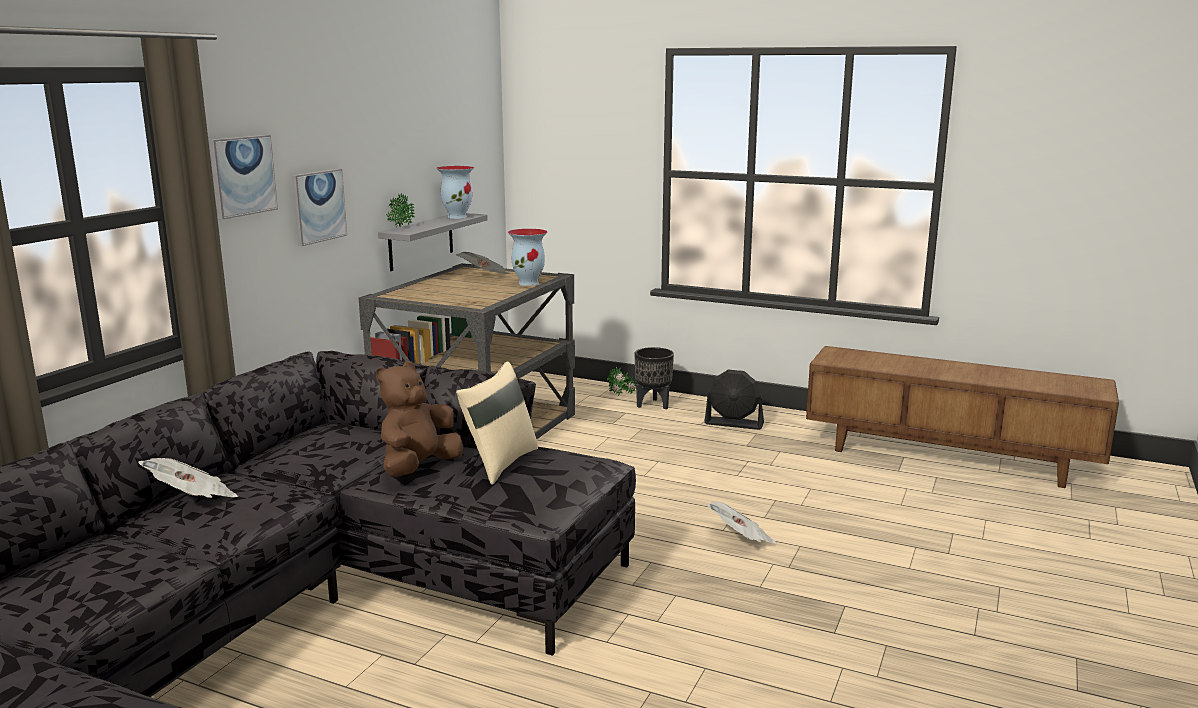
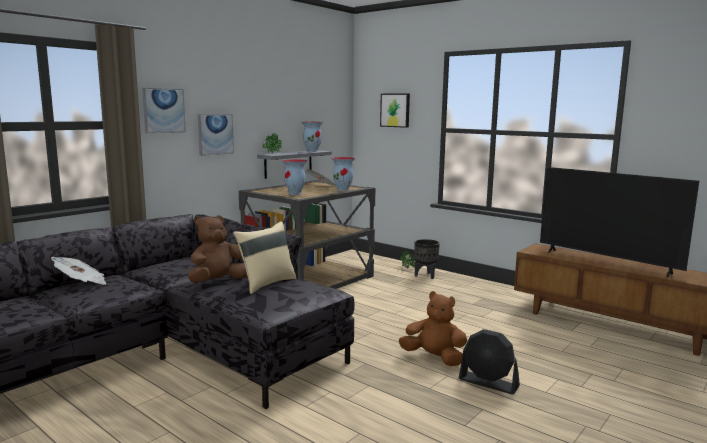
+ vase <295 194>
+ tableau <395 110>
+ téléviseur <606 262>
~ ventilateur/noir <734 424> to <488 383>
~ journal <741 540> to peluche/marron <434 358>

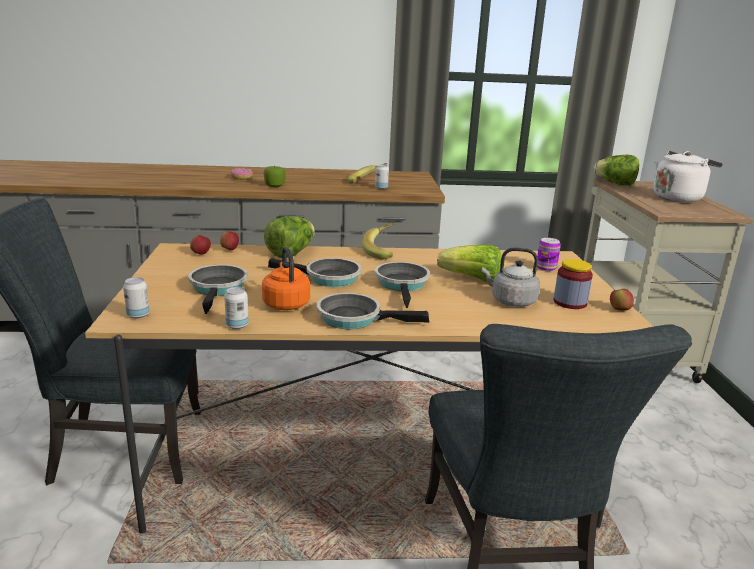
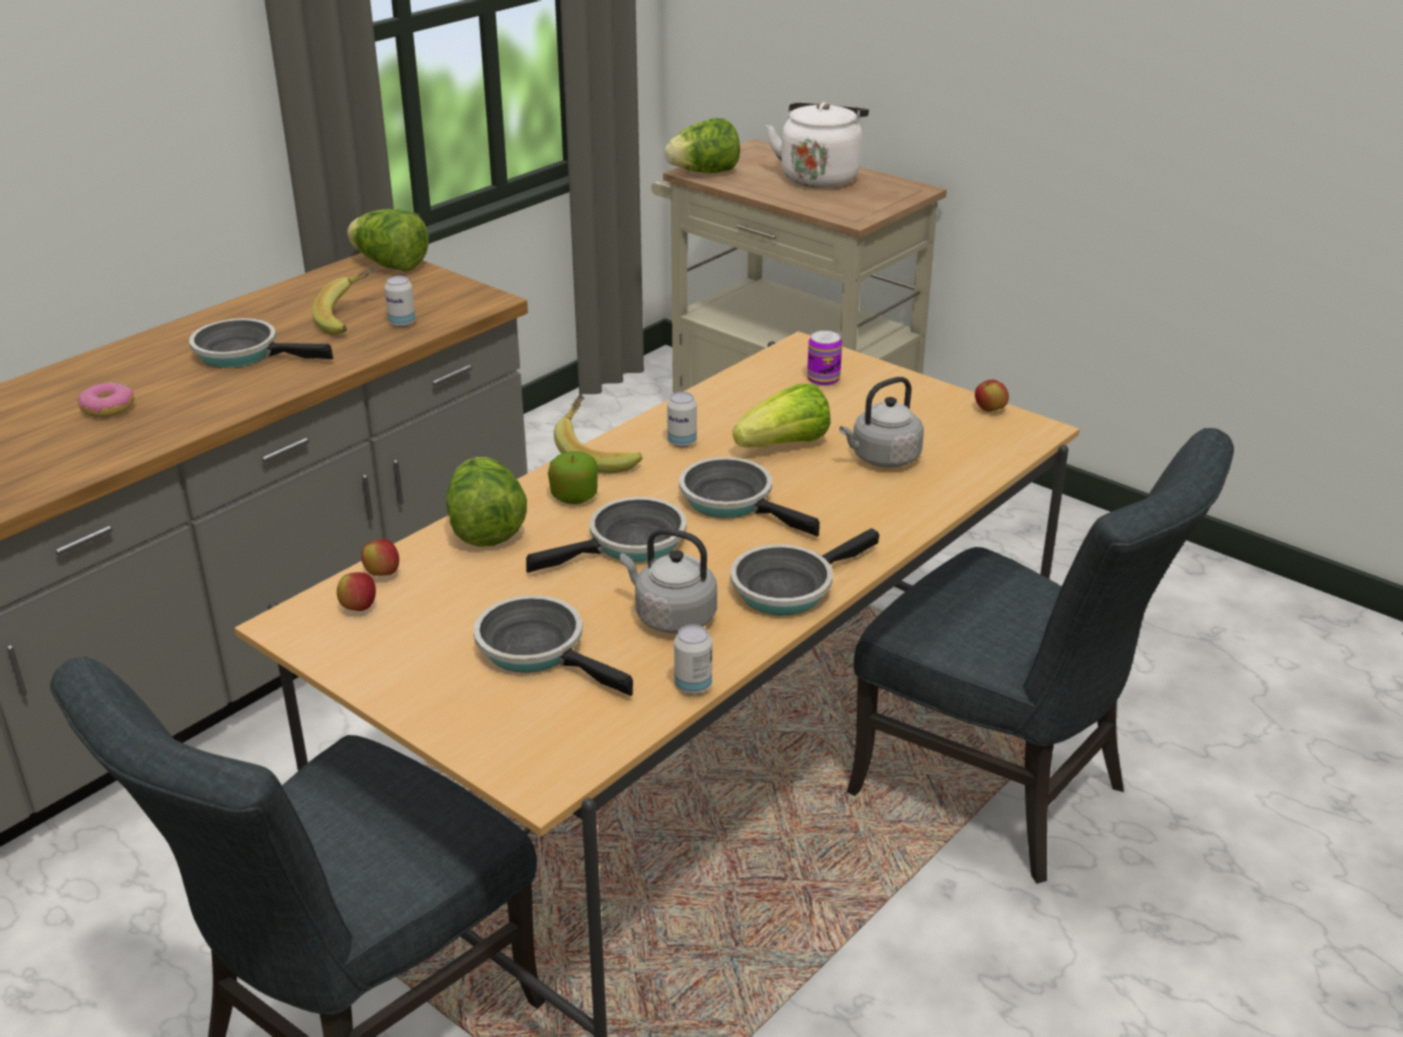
- bocal <570 302>
+ poêle <244 353>
+ laitue <390 265>
~ boîte métallique <138 315> to <682 442>
~ pomme <274 185> to <574 496>
~ bouilloire/orange <285 303> to bouilloire/gris <671 617>

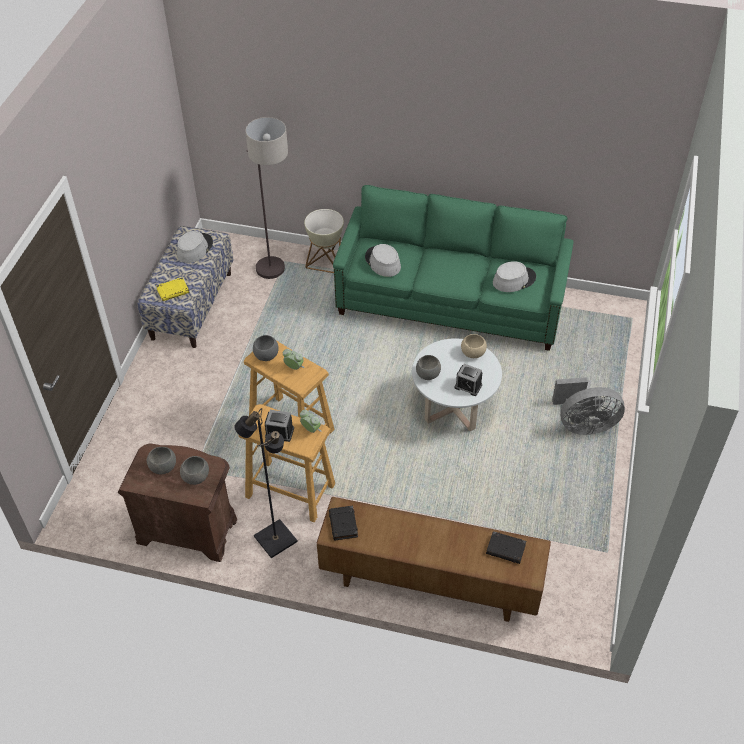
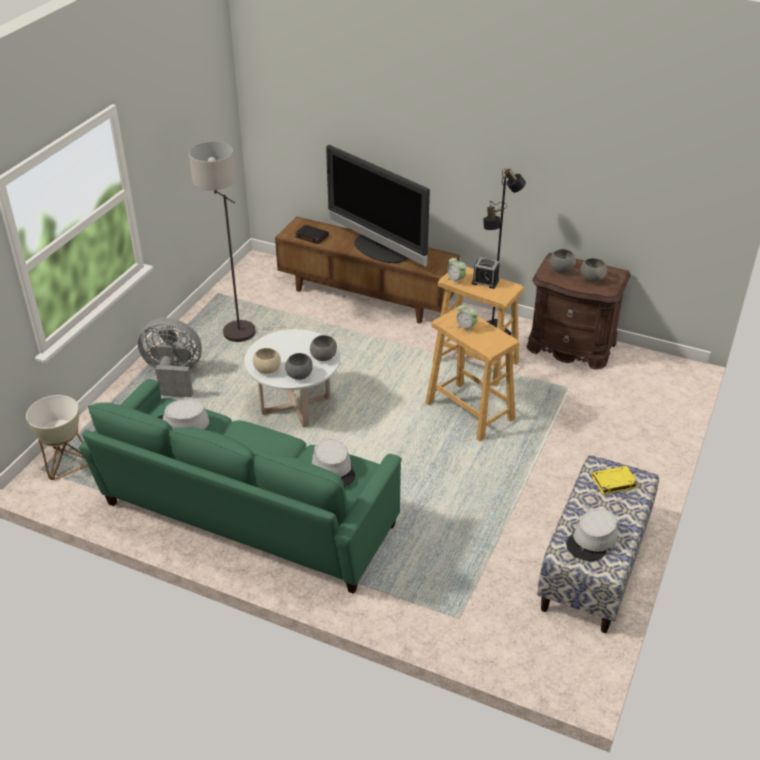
- livre/noir <343 525>
- réveil <468 386>
+ téléviseur <378 250>
~ lampadaire/gris <277 272> to <233 328>
~ bol/gris <266 356> to <300 375>
~ cache-pot <326 263> to <66 464>

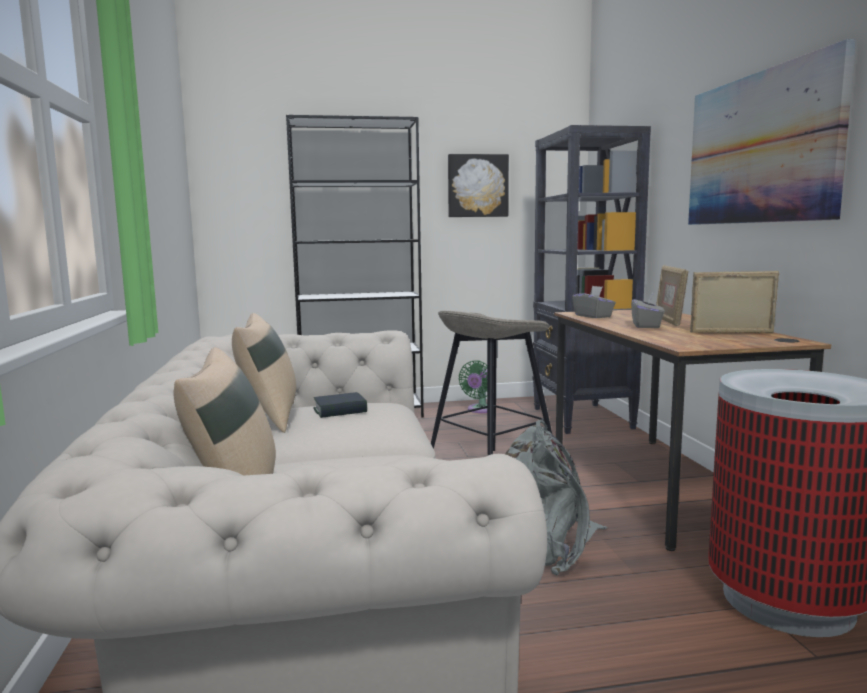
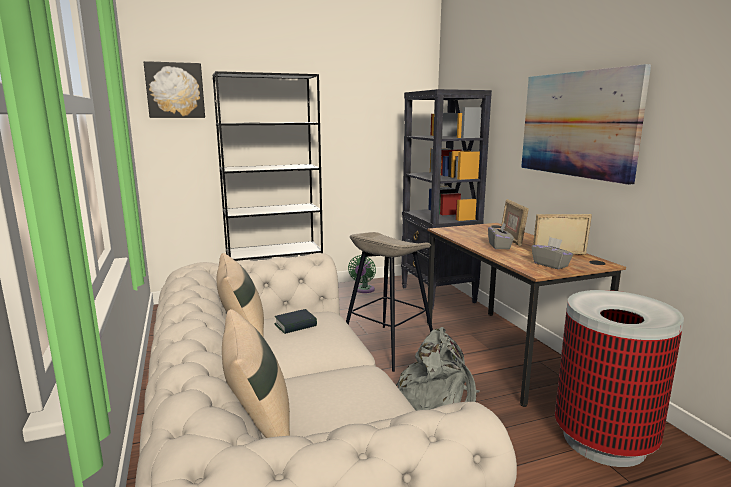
~ tableau <477 186> to <175 90>
~ boîte à mouchoirs/gris <593 316> to <551 265>

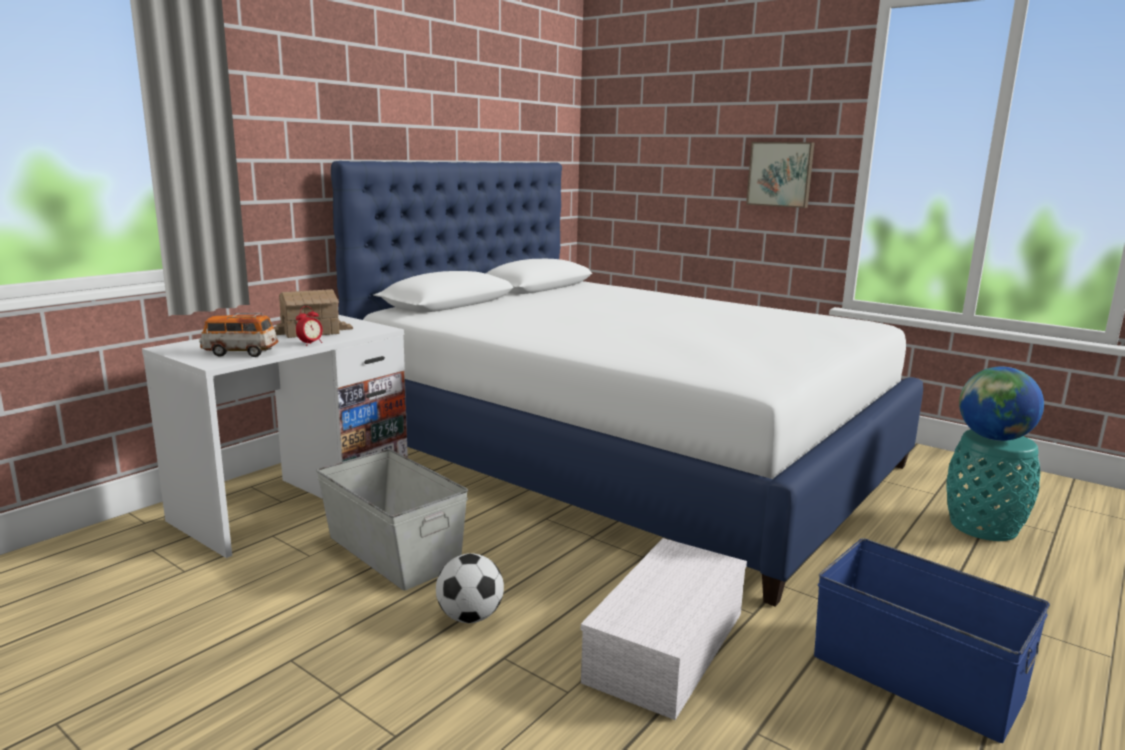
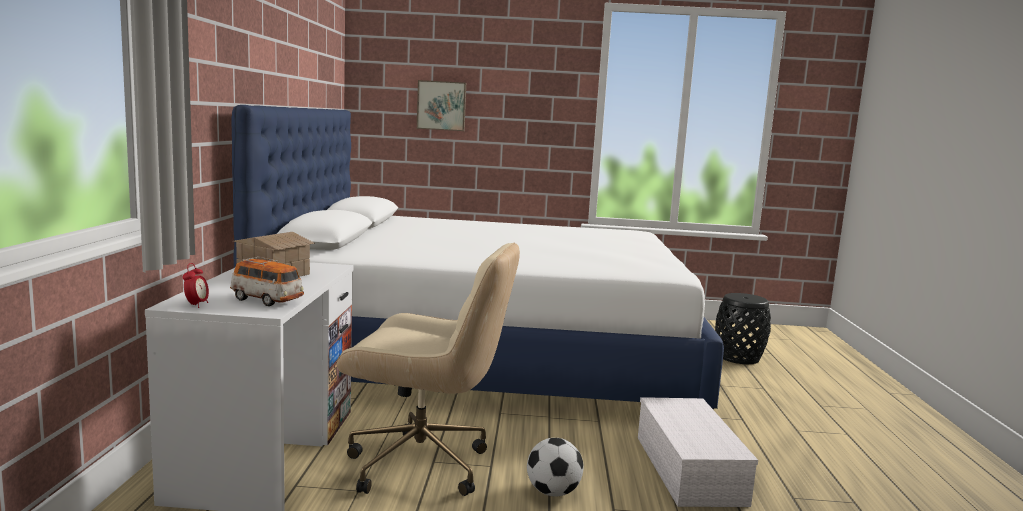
- boîte de rangement/bleu <916 677>
- globe <994 438>
~ réveil <310 344> to <196 305>
~ tableau <780 174> to <441 105>
~ boîte de rangement/gris <392 551> to chaise de bureau/beige <424 467>
~ tabouret/turquoise <983 527> to tabouret/noir <739 357>
~ petite voiture <240 353> = <267 300> 120 degrees counterclockwise

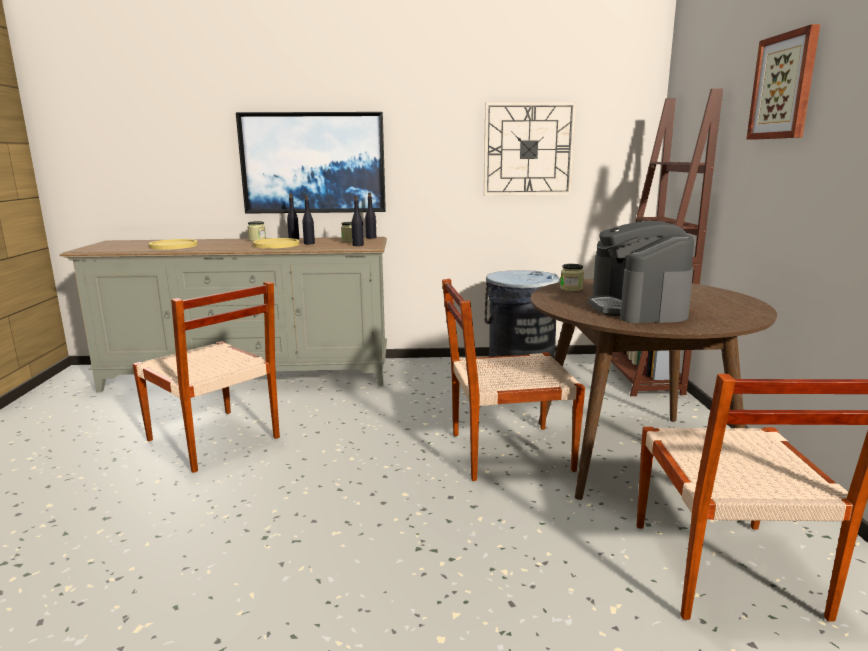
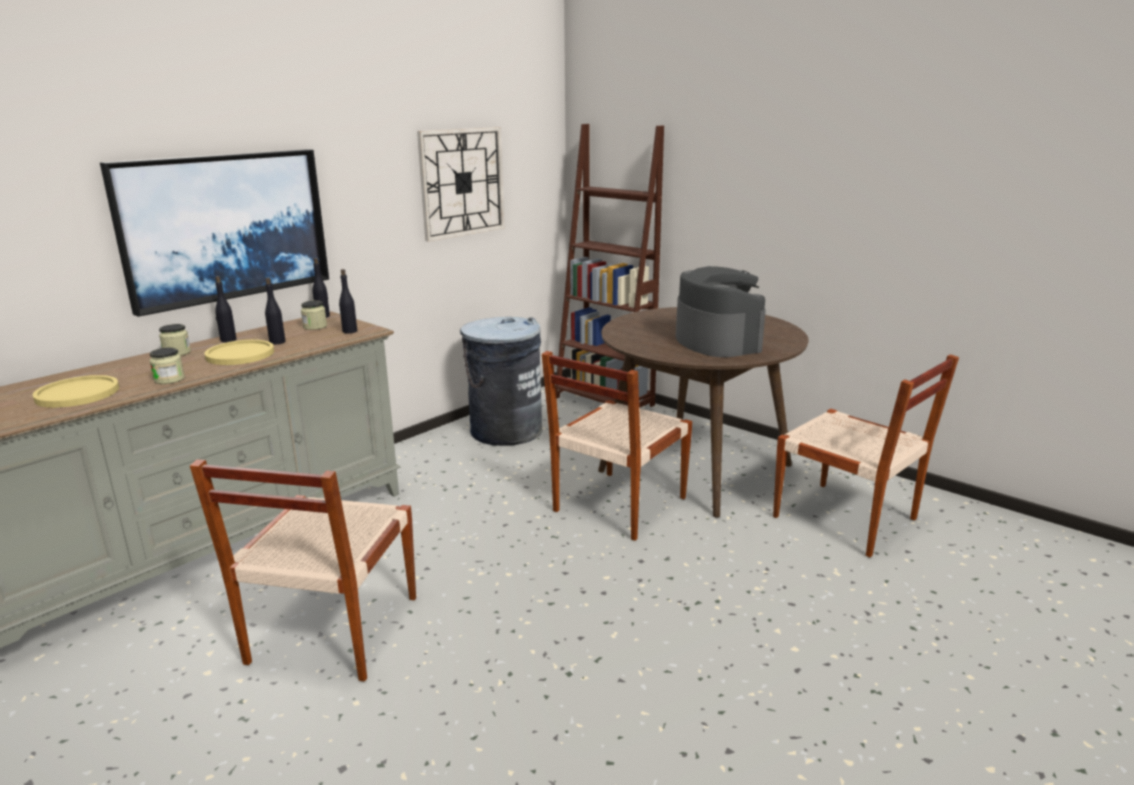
- tableau <784 87>
~ bocal <571 289> to <169 379>
~ chaise <215 441> = <332 633> 105 degrees clockwise
~ machine à café <637 308> = <717 342> 150 degrees counterclockwise

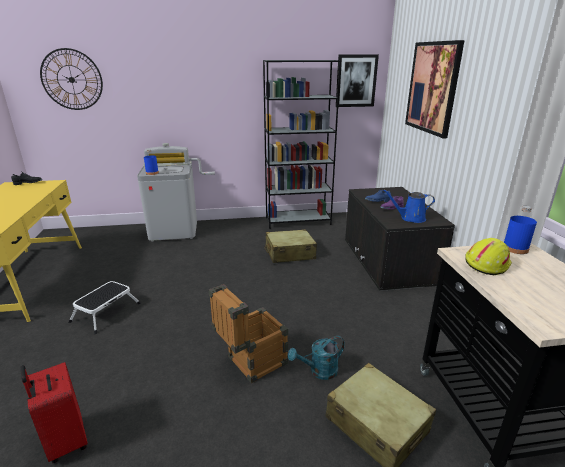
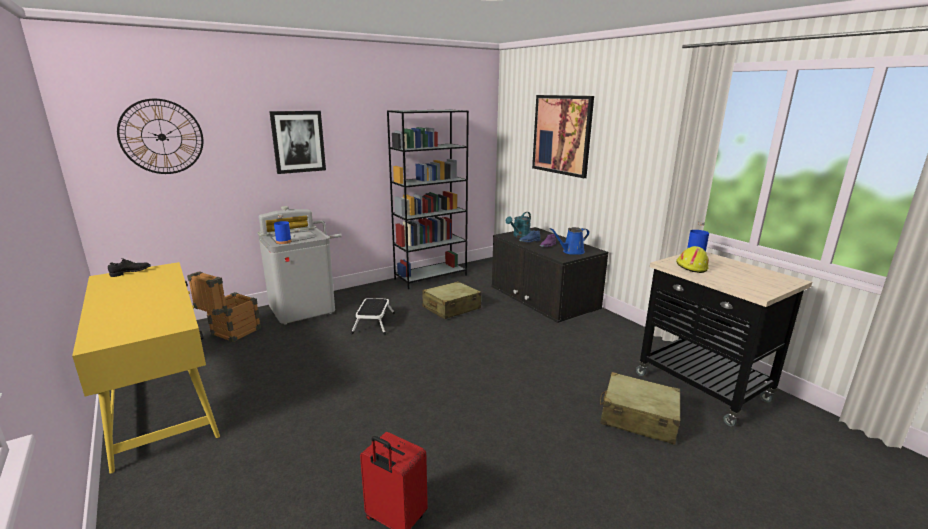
~ escabeau/noir <106 312> to <374 323>
~ caisse <251 363> to <230 333>
~ arrosoir/turquoise <319 371> to <519 236>
~ tableau <356 81> to <298 141>

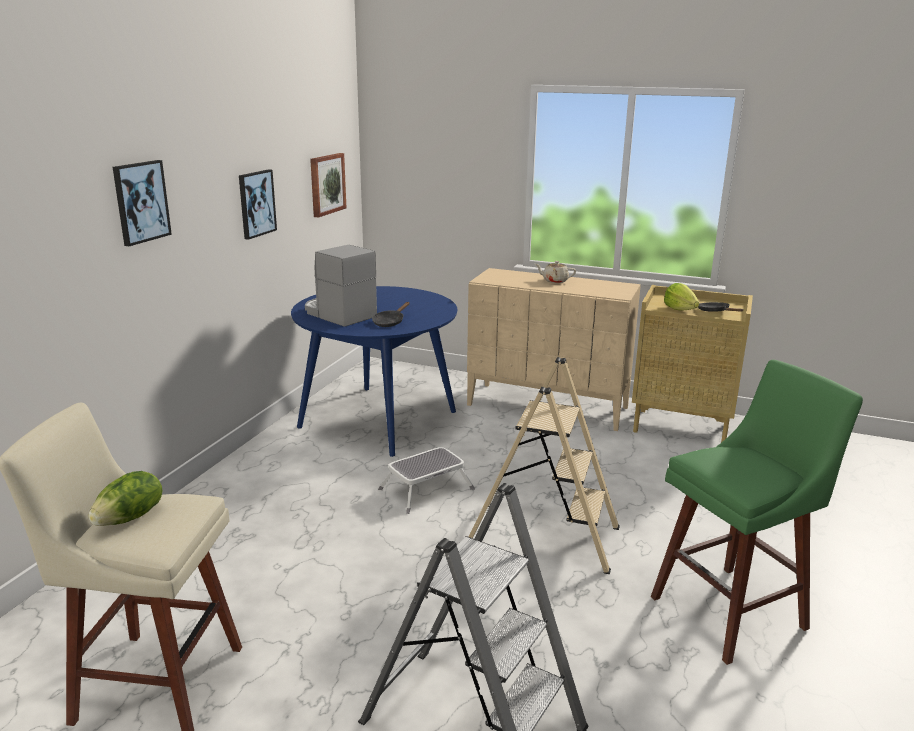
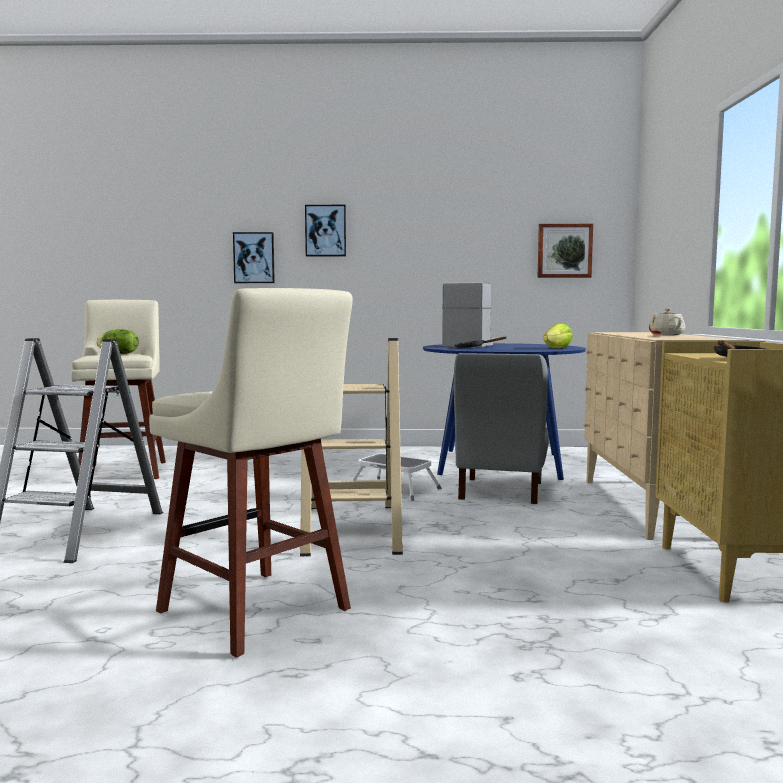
+ chaise/gris <500 490>
~ tableau <256 203> to <254 258>
~ laitue <680 309> to <556 348>
~ tabouret/vert <731 612> to tabouret/beige <256 613>

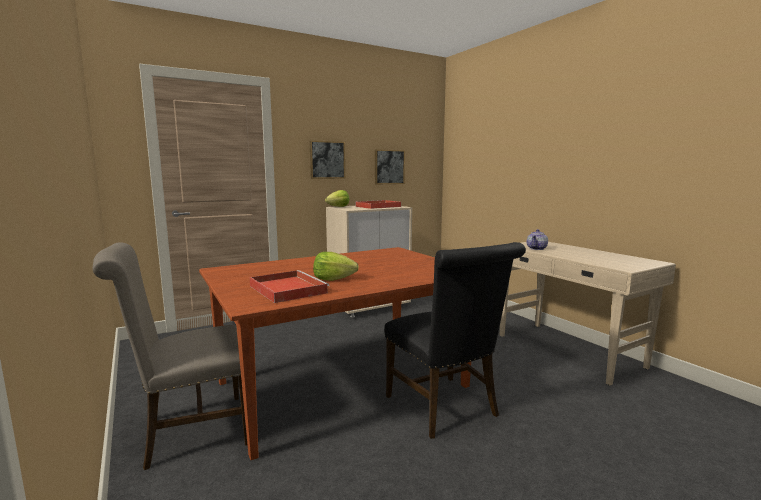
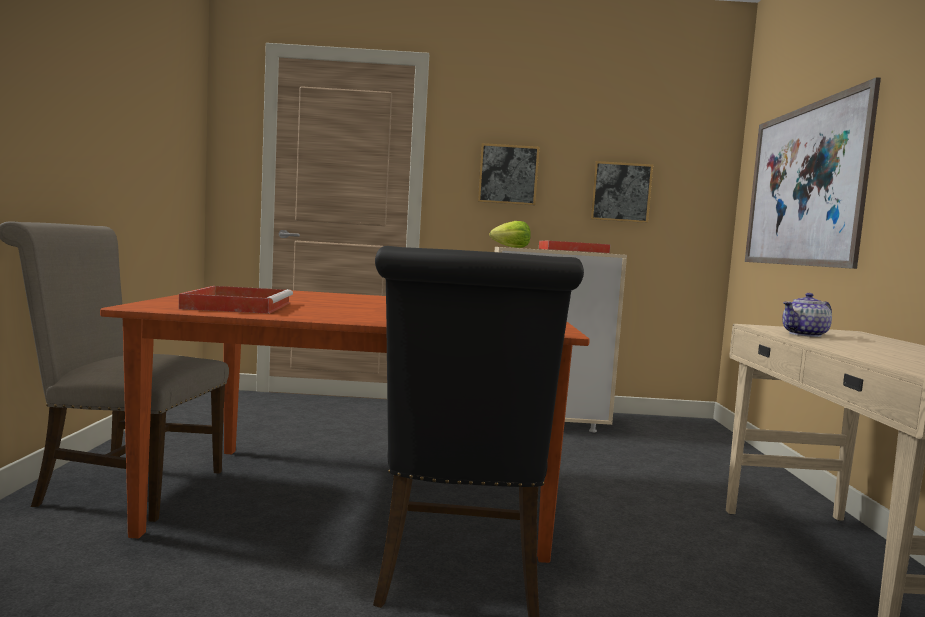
- laitue <333 279>
+ tableau <802 186>

